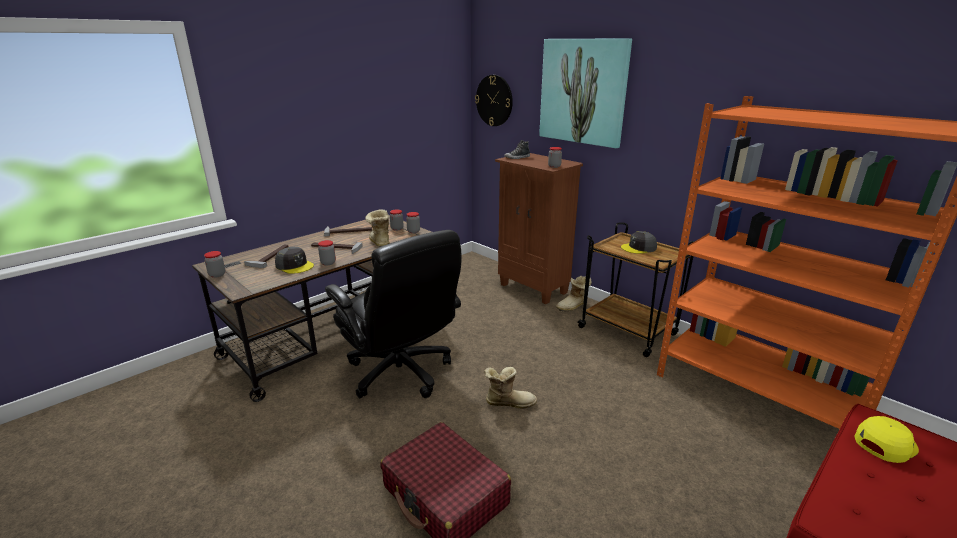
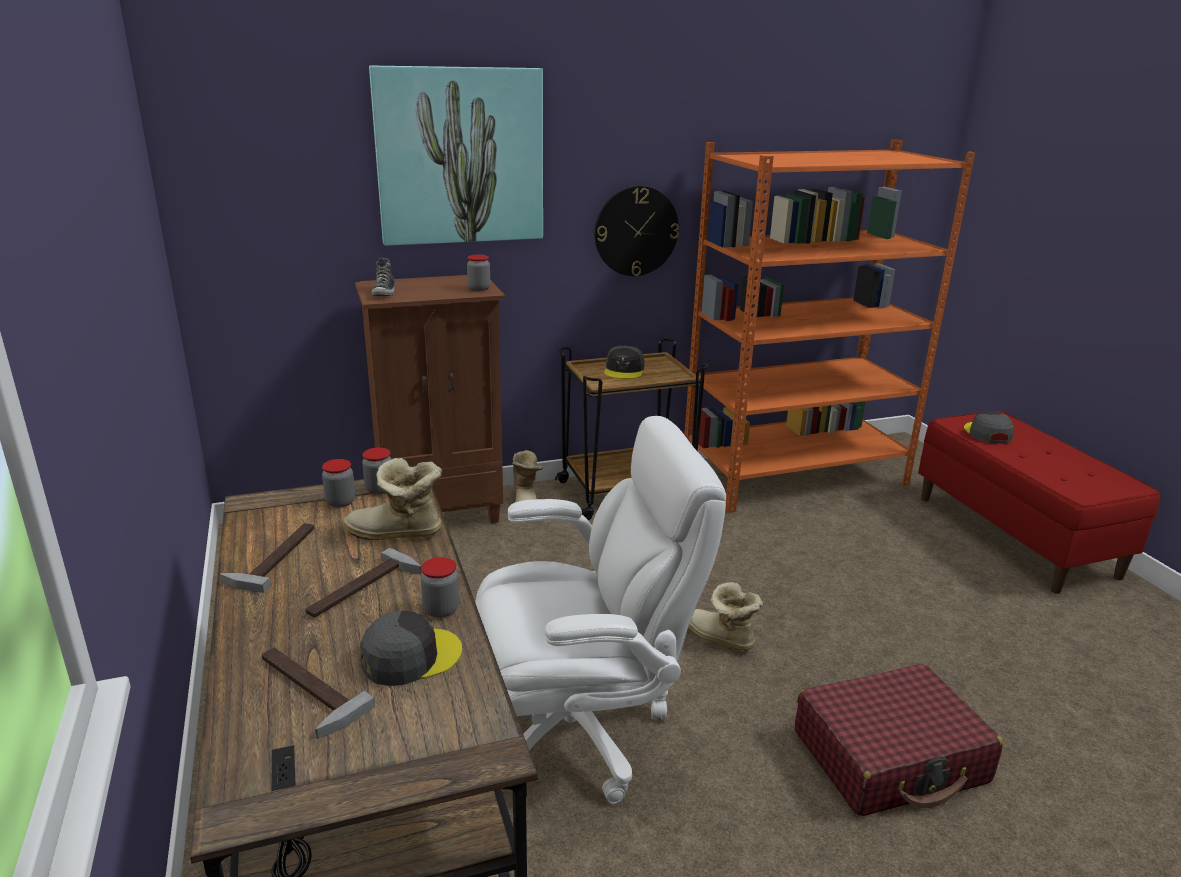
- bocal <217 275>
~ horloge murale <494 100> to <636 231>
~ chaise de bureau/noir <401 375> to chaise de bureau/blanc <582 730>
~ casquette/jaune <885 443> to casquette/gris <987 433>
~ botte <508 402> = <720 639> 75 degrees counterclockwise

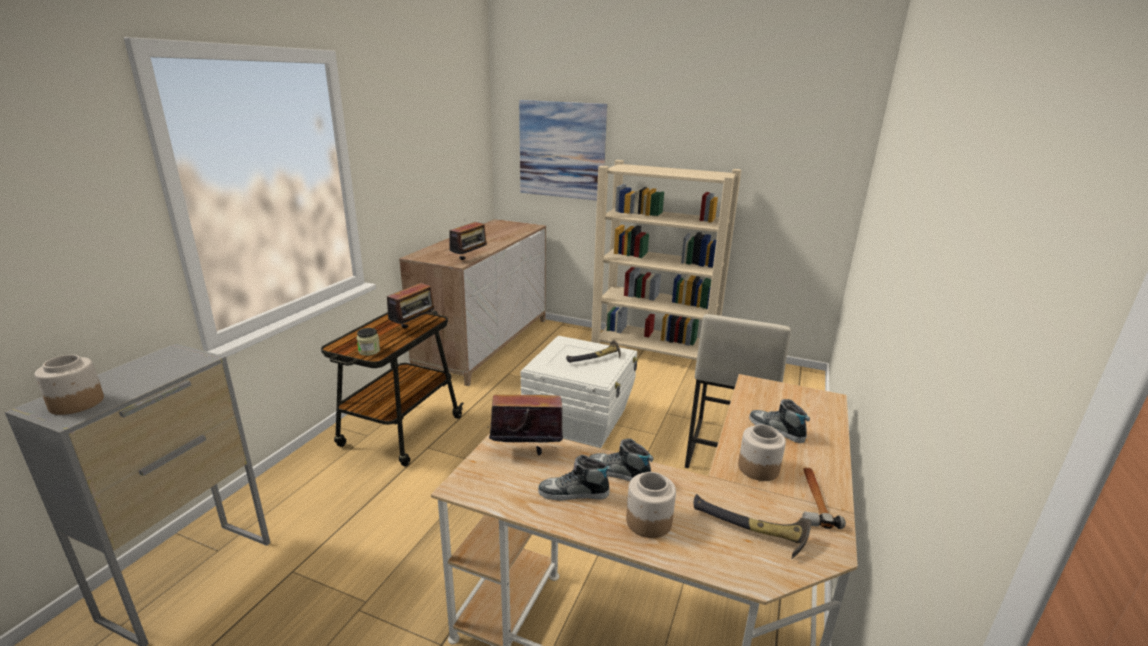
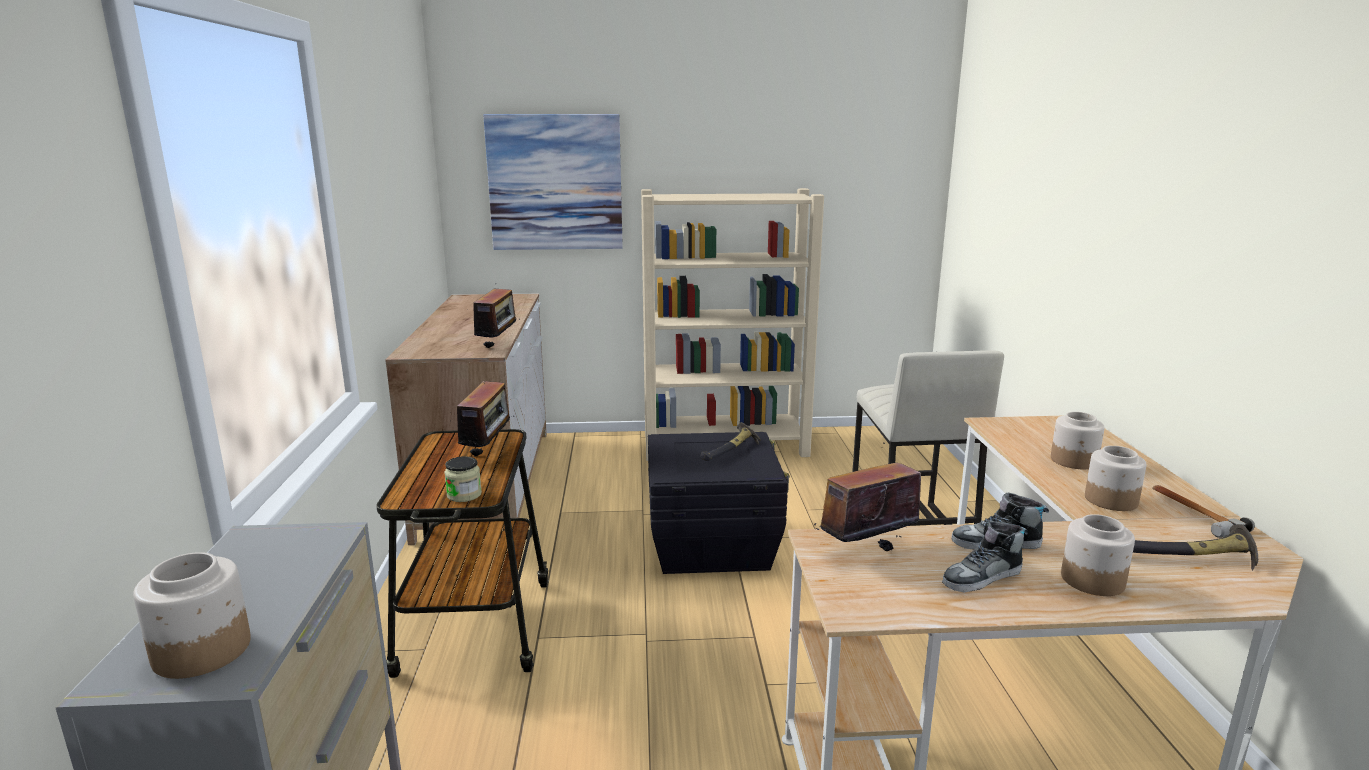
~ chaussure <776 429> to bocal <1074 461>
~ boîte de rangement/blanc <580 420> to boîte de rangement/noir <713 544>

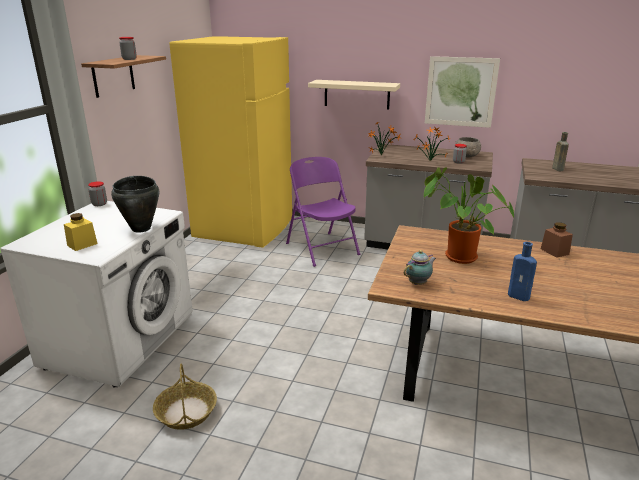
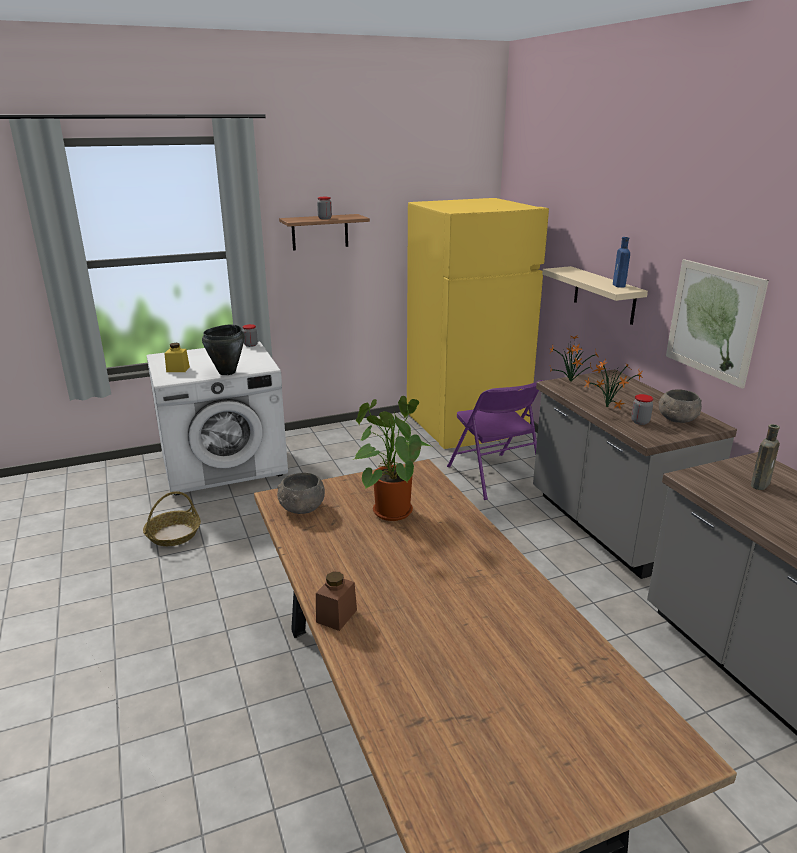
~ bouteille/bleu <520 297> to <619 285>
~ bocal/marron <554 251> to <336 616>
~ théière <418 283> to bol/gris <301 508>
~ chaise/violet <322 249> = <493 476> 135 degrees clockwise

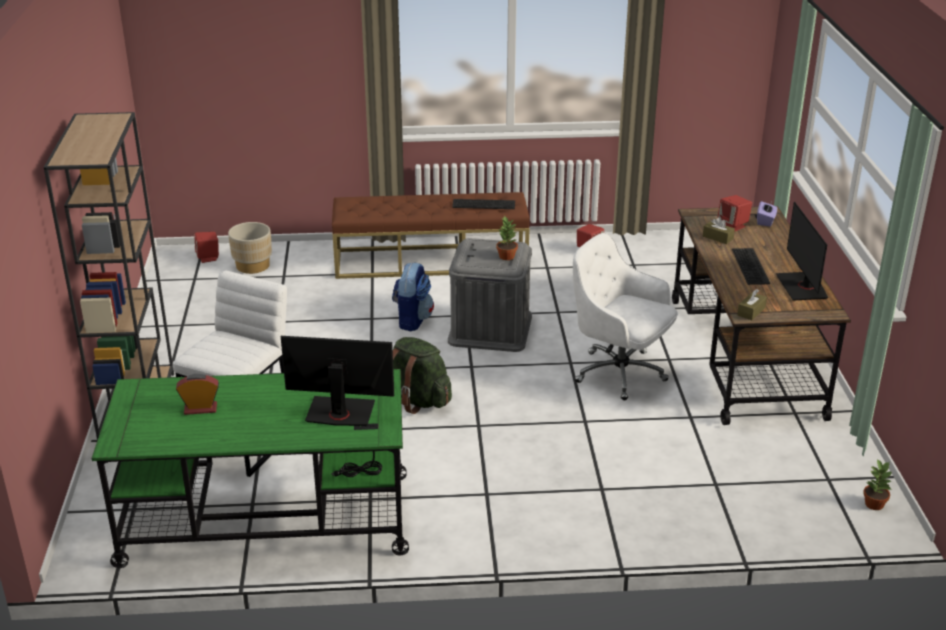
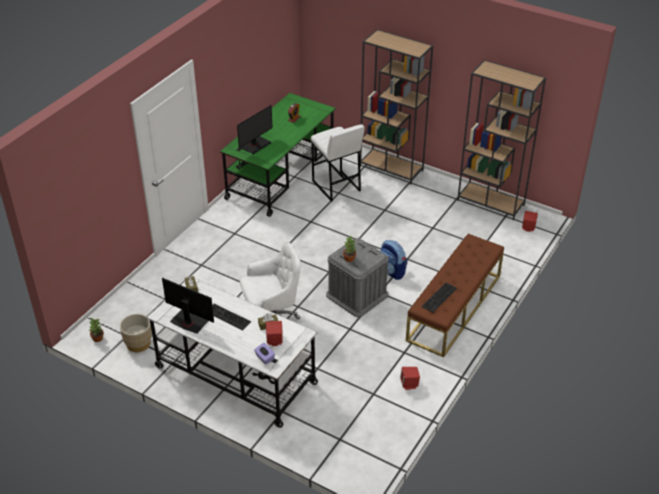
- sac à dos/vert <417 400>
+ bibliothèque <491 202>
~ cache-pot/beige <252 266> to <138 344>
~ bureau/marron <744 356> to bureau/blanc <236 375>

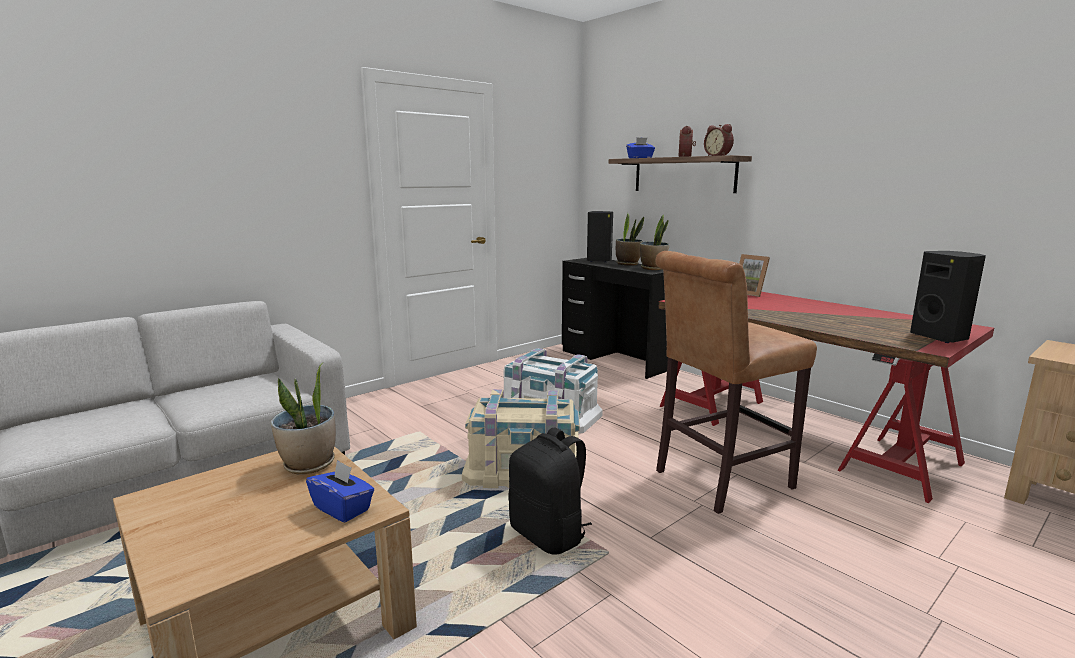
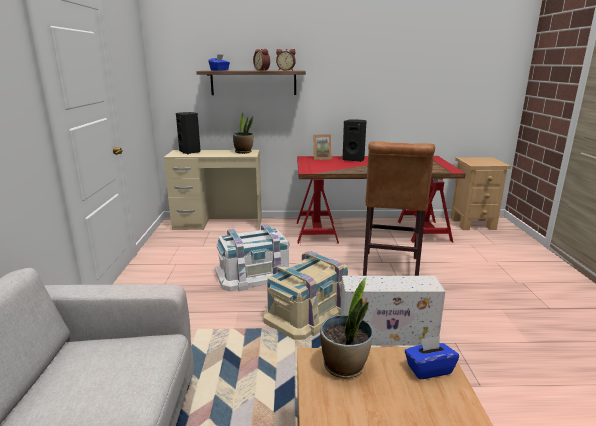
- plante en pot <628 264>
~ enceinte/noir <940 337> to <354 159>
~ sac à dos/noir <549 535> to boîte de rangement/blanc <388 336>
~ bureau/noir <616 359> to bureau/beige <218 224>

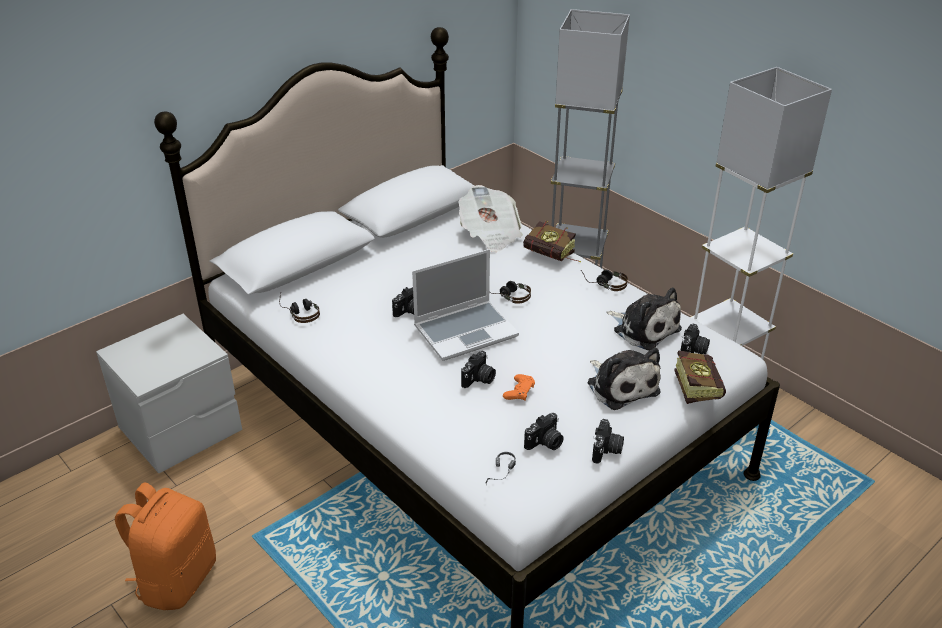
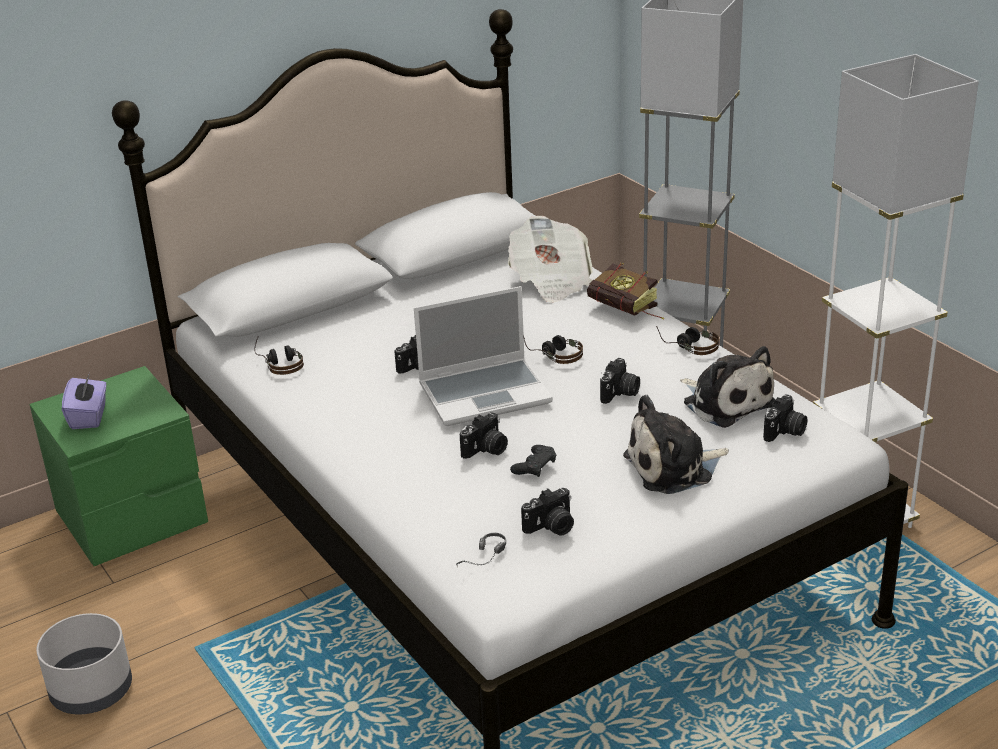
- livre <695 386>
+ boîte à mouchoirs/violet <89 416>
~ appareil photo <606 450> to <620 393>
~ sac à dos/orange <177 579> to cache-pot/gris <91 690>
~ table de chevet/blanc <180 430> to table de chevet/vert <131 518>
~ manette/orange <519 391> to manette/noir <534 466>
~ peluche <621 385> = <673 467> 90 degrees clockwise

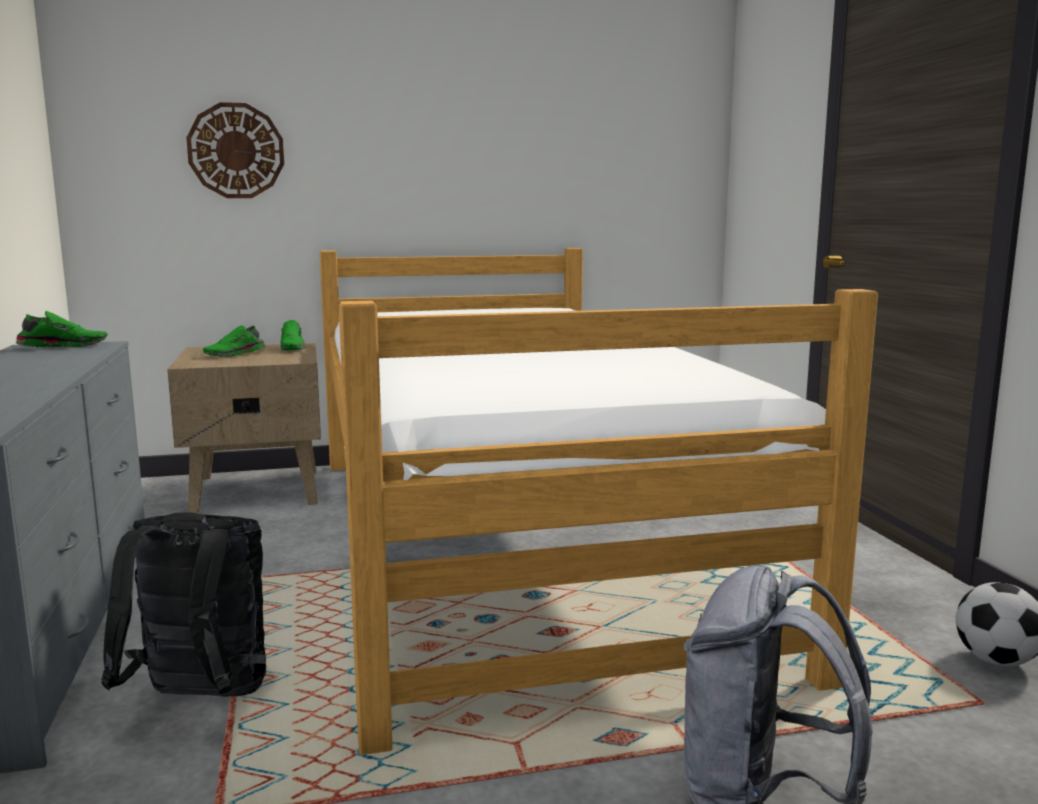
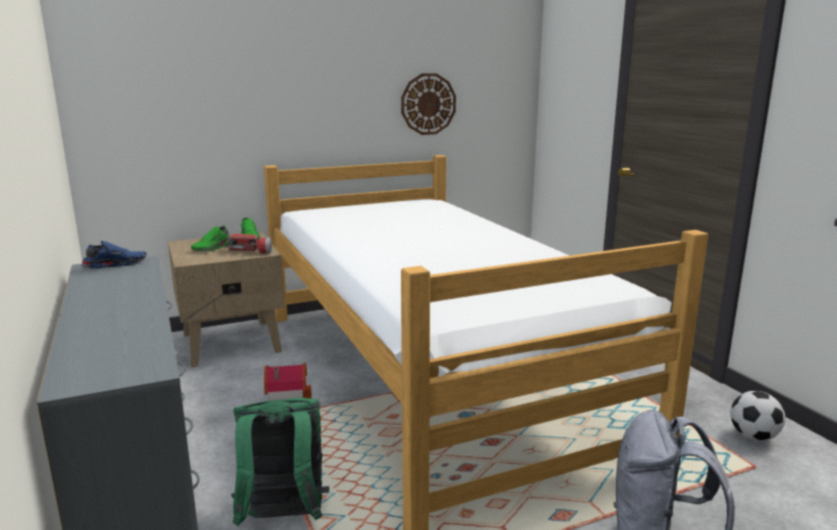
+ lampe de poche <251 251>
+ maison miniature <286 397>
~ horloge murale <236 151> to <428 104>
~ chaussure/vert <63 346> to chaussure/bleu <115 264>
~ sac à dos/noir <200 699> to sac à dos/vert <283 519>

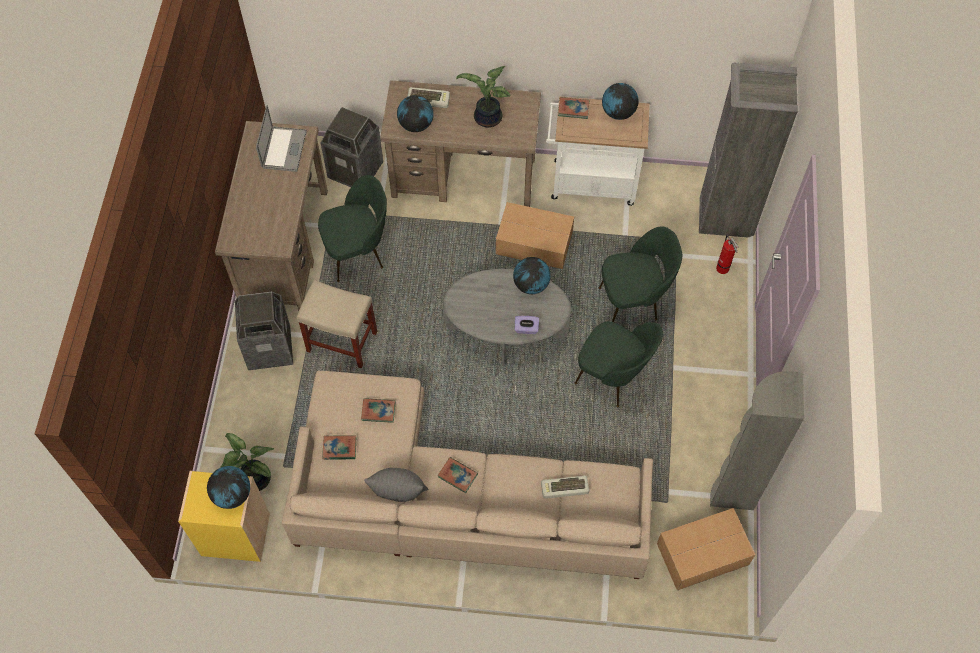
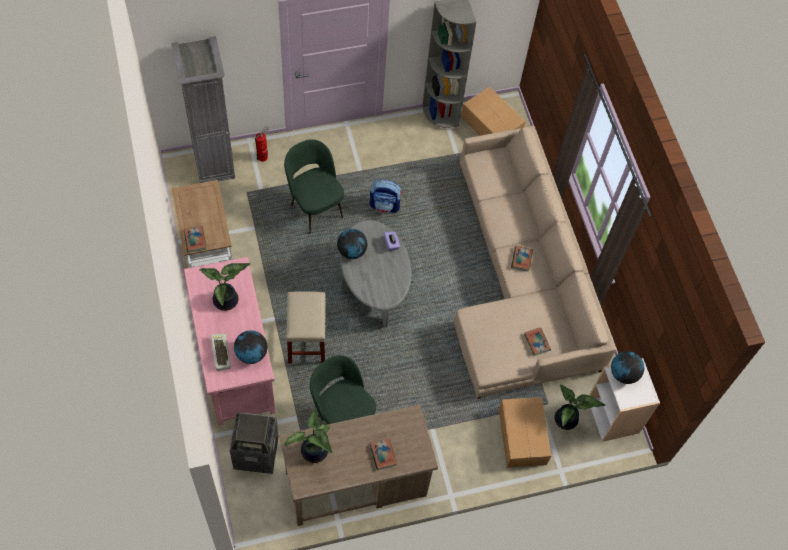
- poubelle <269 348>
- coussin/gris <398 493>
- clavier <564 489>
- globe <618 112>
~ tabouret/beige <341 341> to <307 341>
~ livre <378 411> to <383 455>
~ carton <533 242> to <522 437>
~ ordinateur portable <284 149> to plante en pot <314 452>
~ chaise/vert <613 379> to sac à dos <385 205>
~ bibliothèque/jaune <234 535> to bibliothèque/blanc <614 416>
~ bureau/marron <464 176> to bureau/rose <234 362>

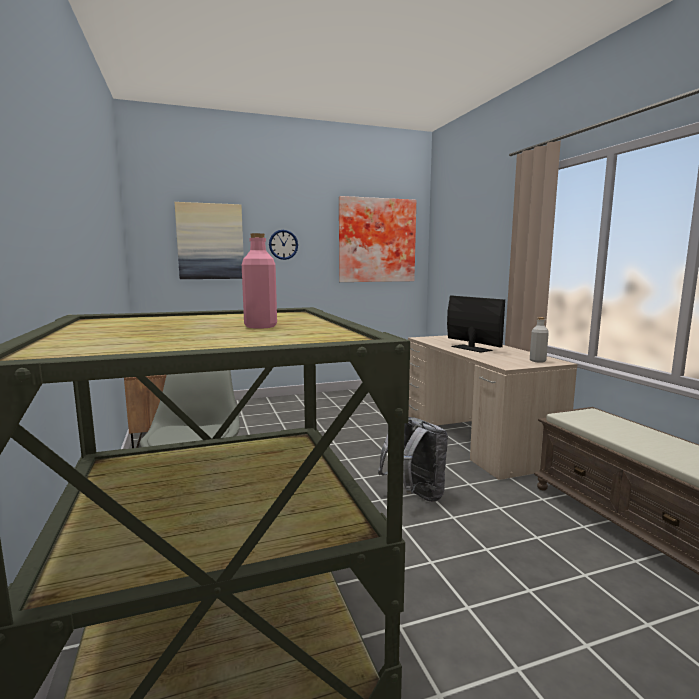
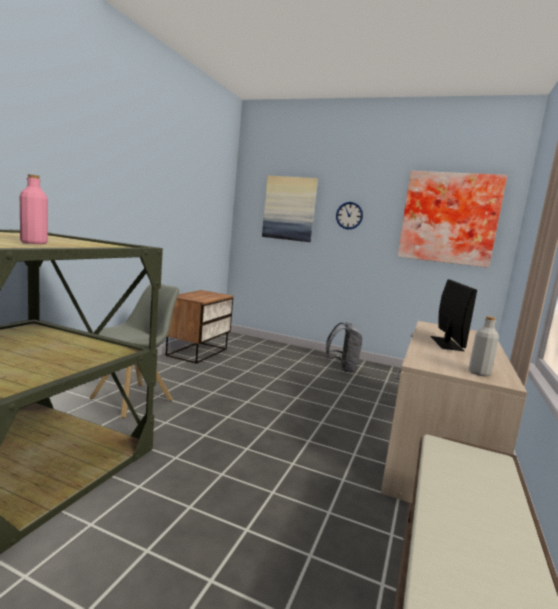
~ sac à dos/gris <415 495> to <342 368>

